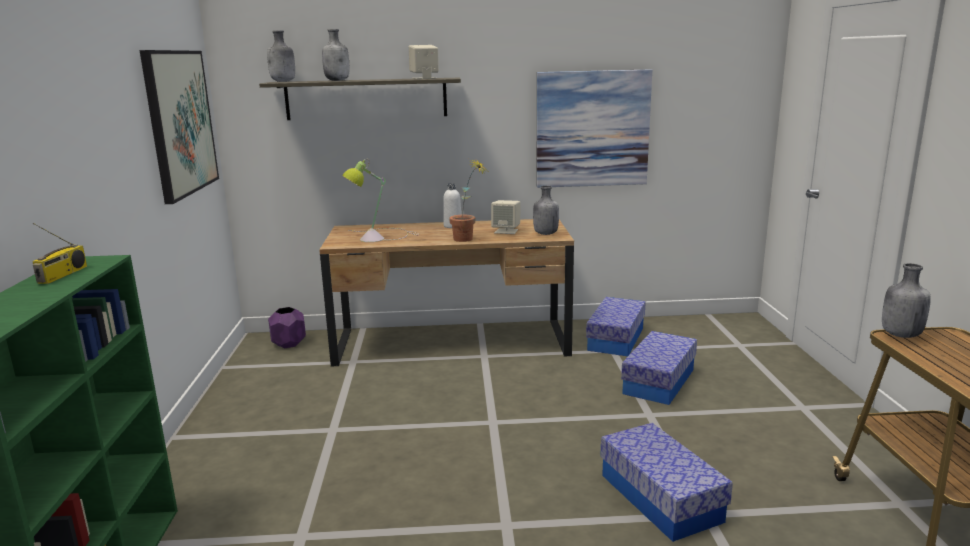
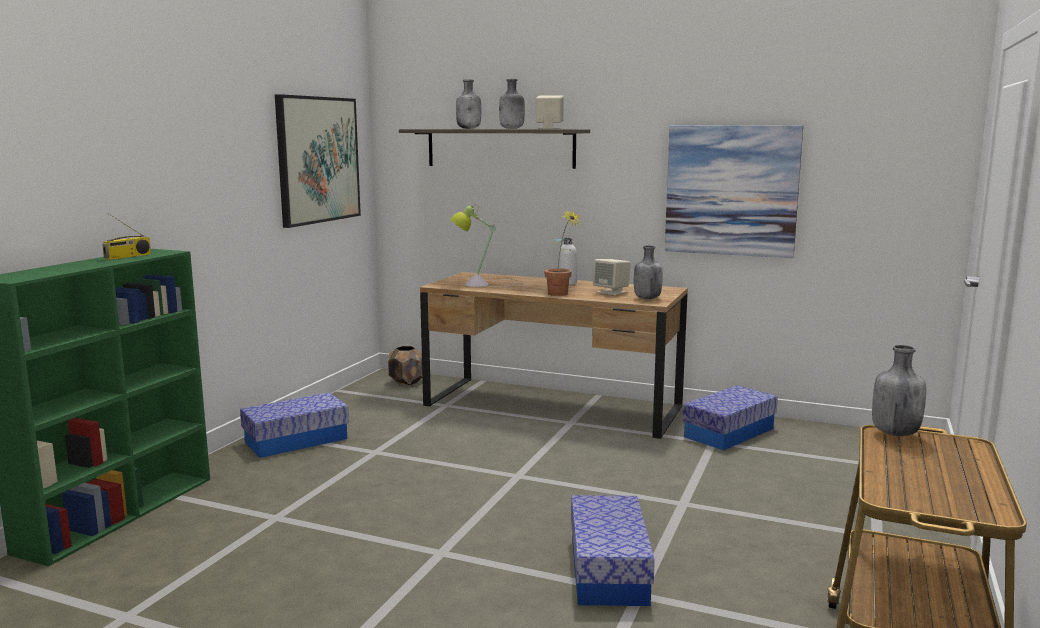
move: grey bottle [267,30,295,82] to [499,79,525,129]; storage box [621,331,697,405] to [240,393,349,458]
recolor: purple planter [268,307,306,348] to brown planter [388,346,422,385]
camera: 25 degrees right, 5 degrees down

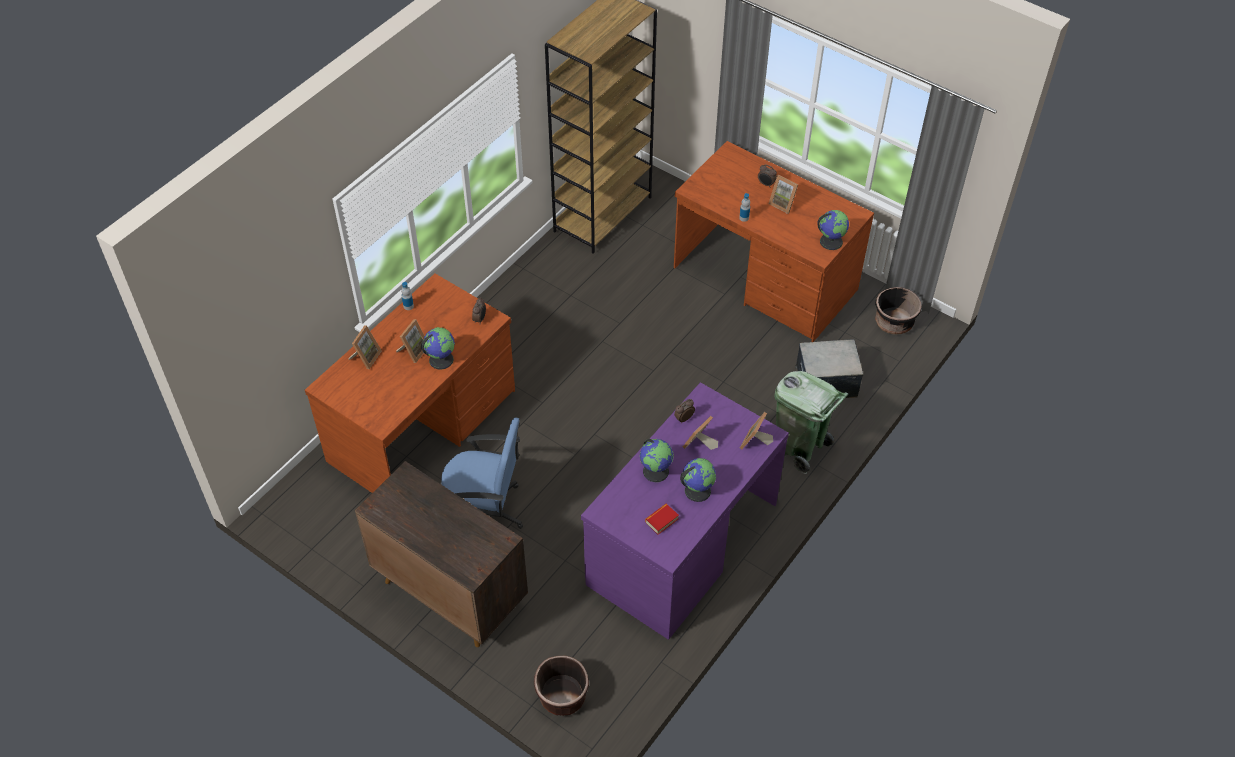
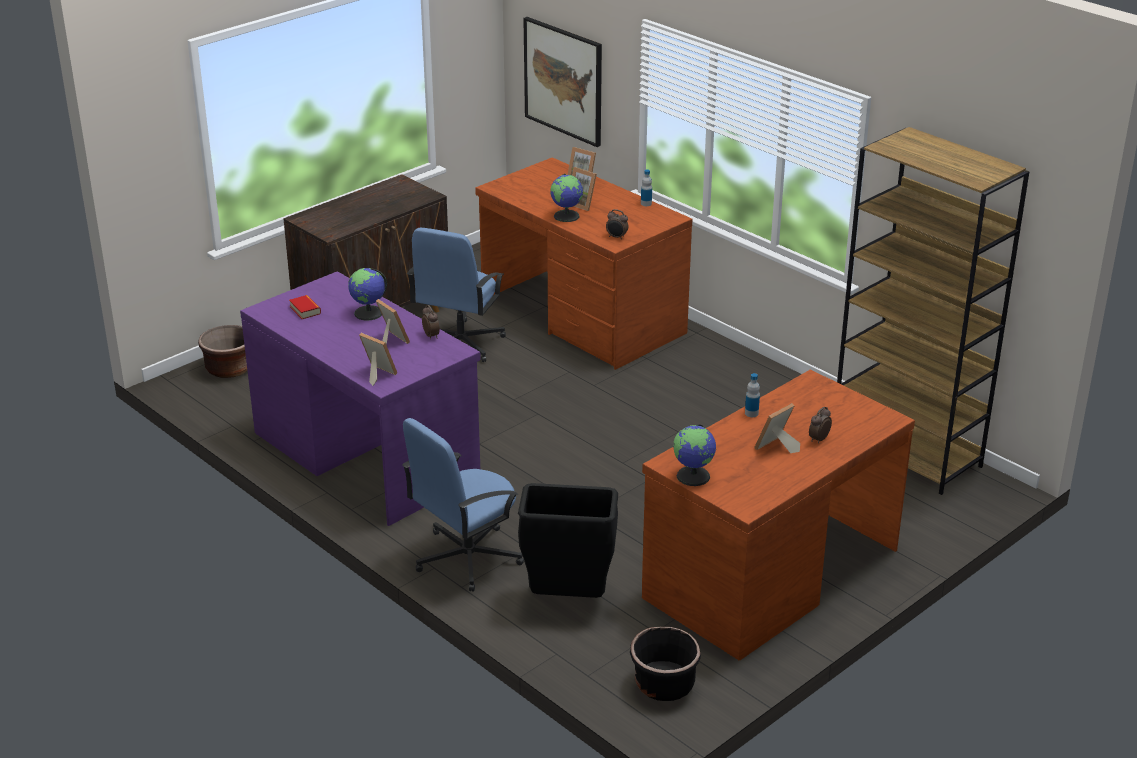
delete: globe [680,458,716,502]
insert: picture [523,17,602,147]
replace: storage box [795,339,863,398] to black trash can [518,483,618,598]; green trash can [774,371,848,474] to blue office chair [402,418,524,592]
camera: 100 degrees right, 20 degrees down

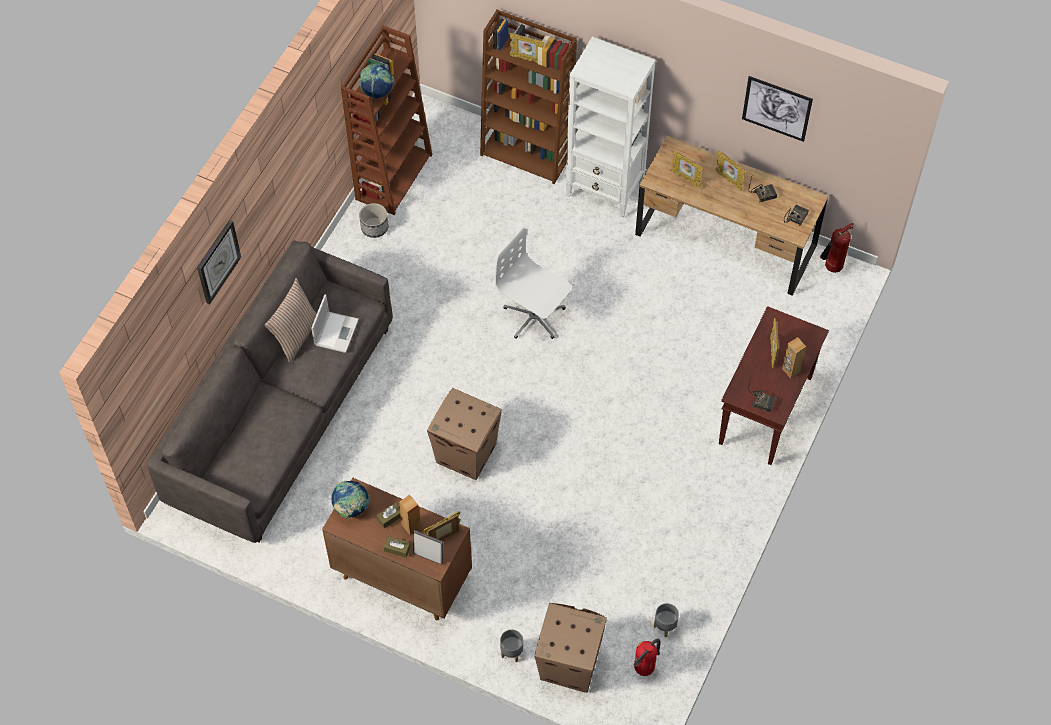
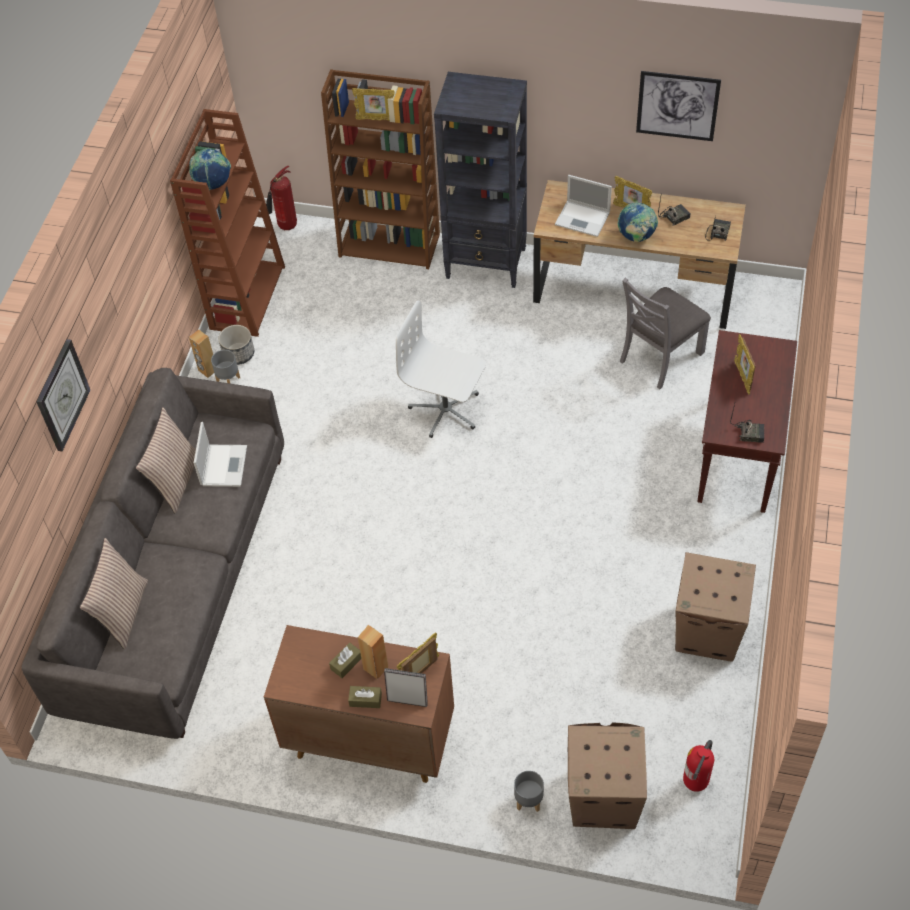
insert: grey chair [620,278,711,389]; pillow [79,538,148,649]
move: fire extinguisher [820,223,854,273] to [266,166,297,230]; brown speaker [782,337,806,378] to [189,330,214,378]; cardboard box [427,388,502,480] to [675,552,756,662]; globe [331,481,370,518] to [618,203,658,242]; grey planter [654,603,679,637] to [211,350,240,384]
replace: picture frame [671,150,703,188] to laptop [555,175,612,237]
recolor: white bookcase [566,37,655,218] to black bookcase [434,72,527,288]
camera: 10 degrees left, 5 degrees down

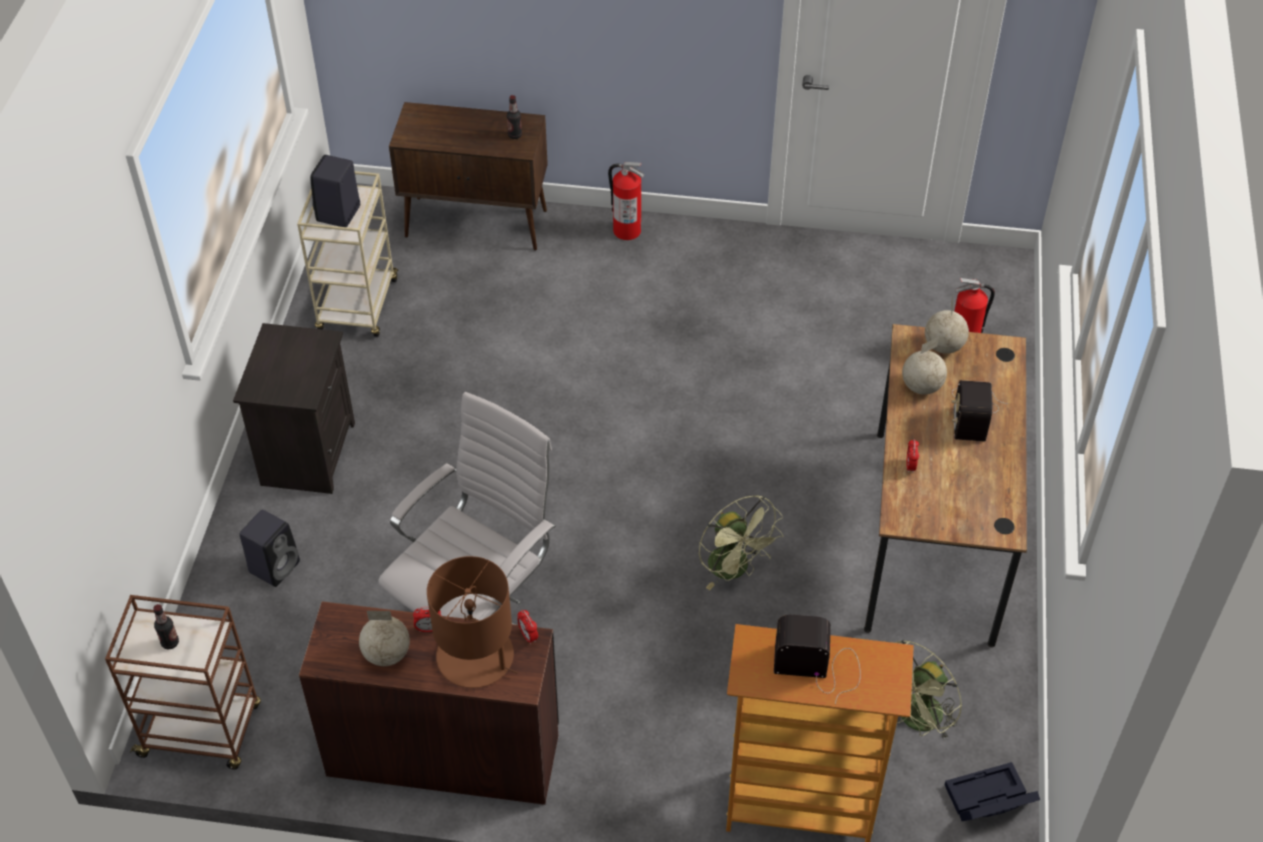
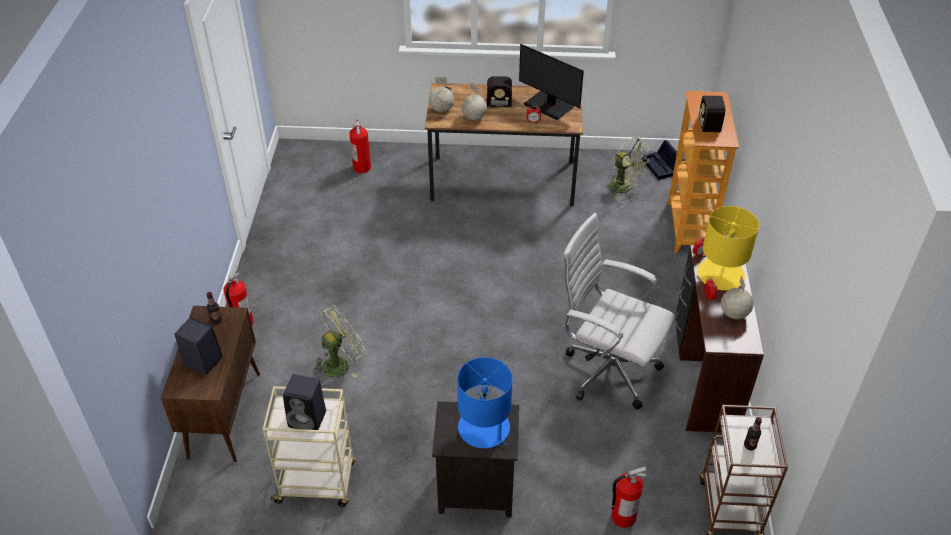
insert: monitor [519,44,584,120]; blue table lamp [457,357,513,448]; fire extinguisher [611,467,647,528]
move: green fan [699,495,783,590] to [313,305,365,378]; black speaker [239,510,300,587] to [174,317,222,375]
recolor: brown table lamp [427,556,518,688] to yellow table lamp [698,206,759,290]
camera: 95 degrees left, 5 degrees down

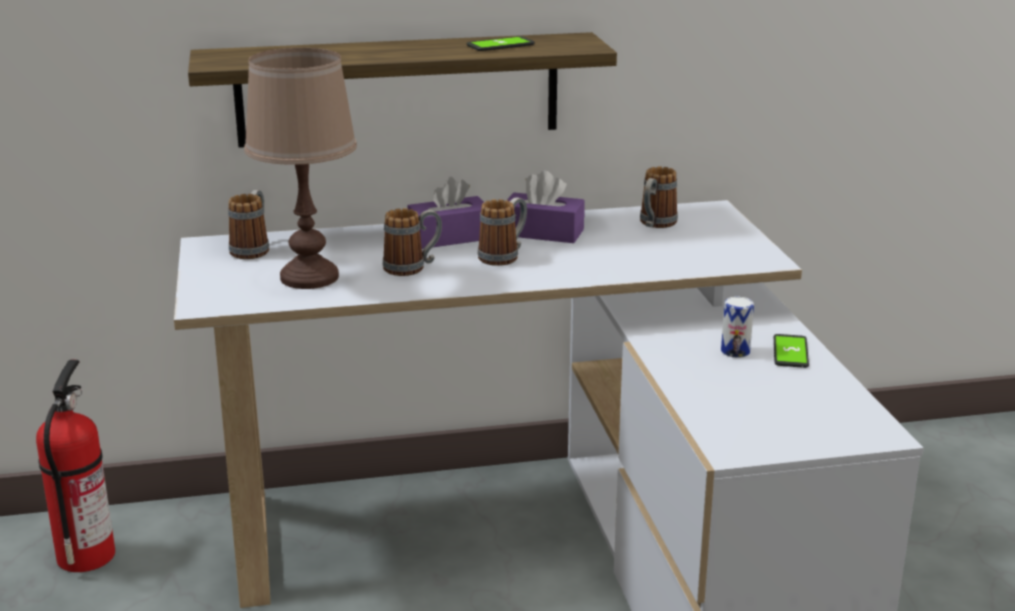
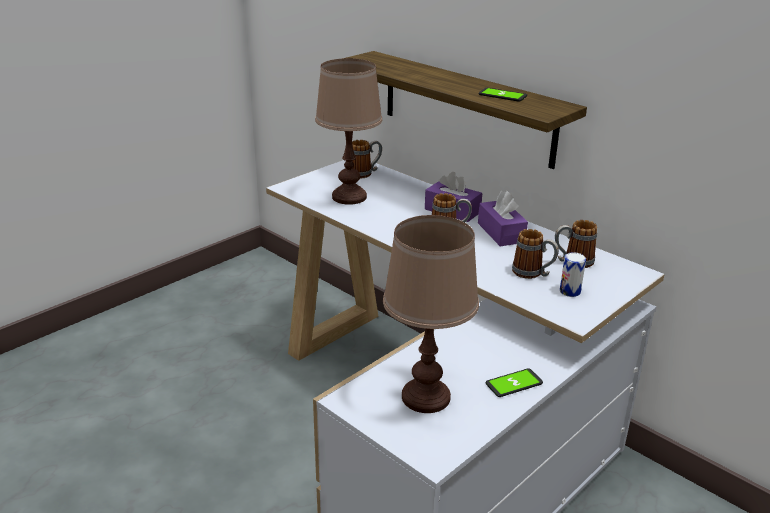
delete: fire extinguisher [36,360,115,572]
insert: brown table lamp [383,215,479,413]
move: mug [383,208,442,276] to [512,229,559,279]; can [721,296,754,358] to [560,252,586,297]
camera: 55 degrees right, 5 degrees up

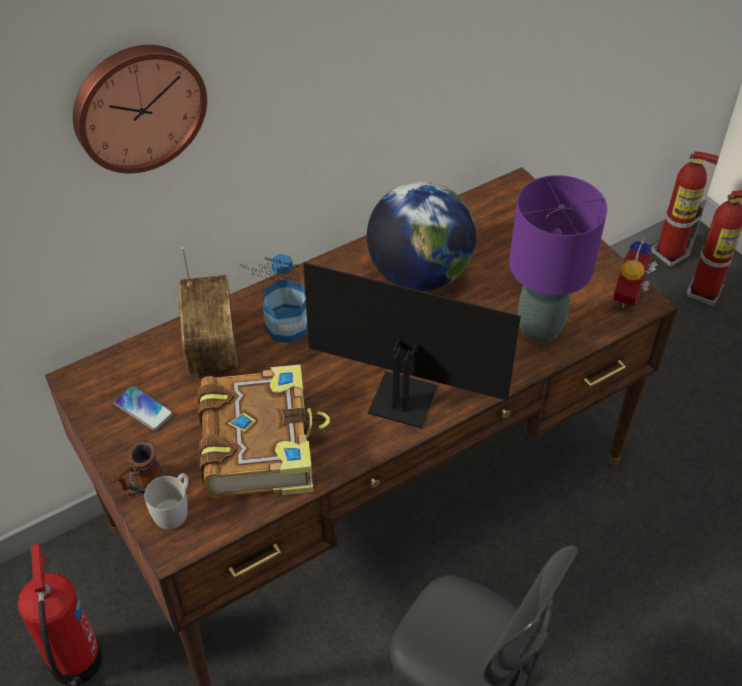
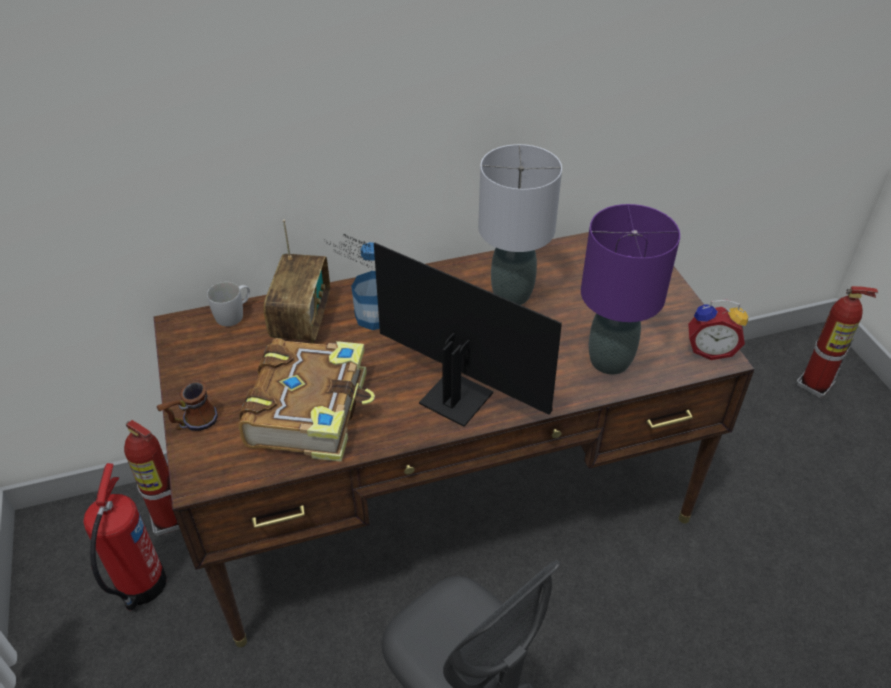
delete: wall clock [73,45,207,174]; phone [114,386,173,431]
move: fire extinguisher [651,151,719,267] to [124,420,180,536]; white mug [144,473,189,529] to [207,282,250,326]
replace: globe [367,181,476,291] to grey table lamp [478,144,562,305]
rotate: alarm clock [613,238,657,308] = [688,299,748,360] 120 degrees counterclockwise
camera: 15 degrees right, 5 degrees down

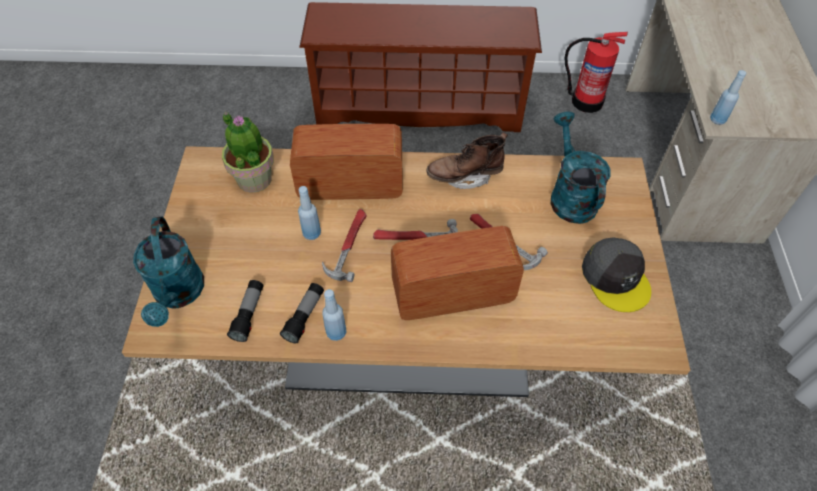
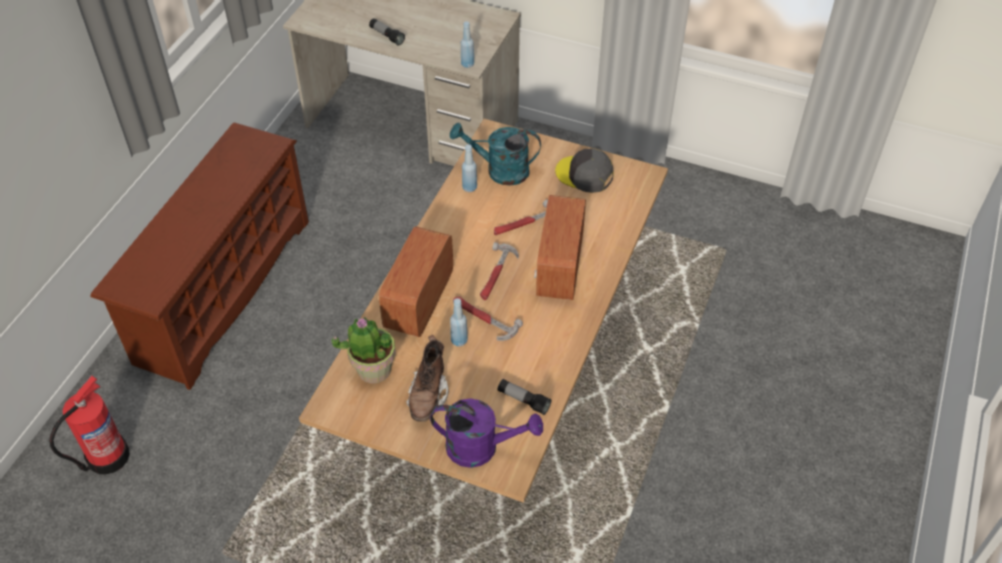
move: fire extinguisher [565,32,628,113] to [49,376,130,475]; brown boot [426,132,508,189] to [406,335,448,422]; flashlight [280,283,324,343] to [369,18,405,45]; blue bottle [322,289,347,341] to [462,144,477,192]
recolor: turquoise watering can [133,217,204,327] to purple watering can [430,399,543,468]
rotate: grey cap [582,237,651,312] = [555,149,614,193] 150 degrees counterclockwise
camera: 70 degrees left, 5 degrees down

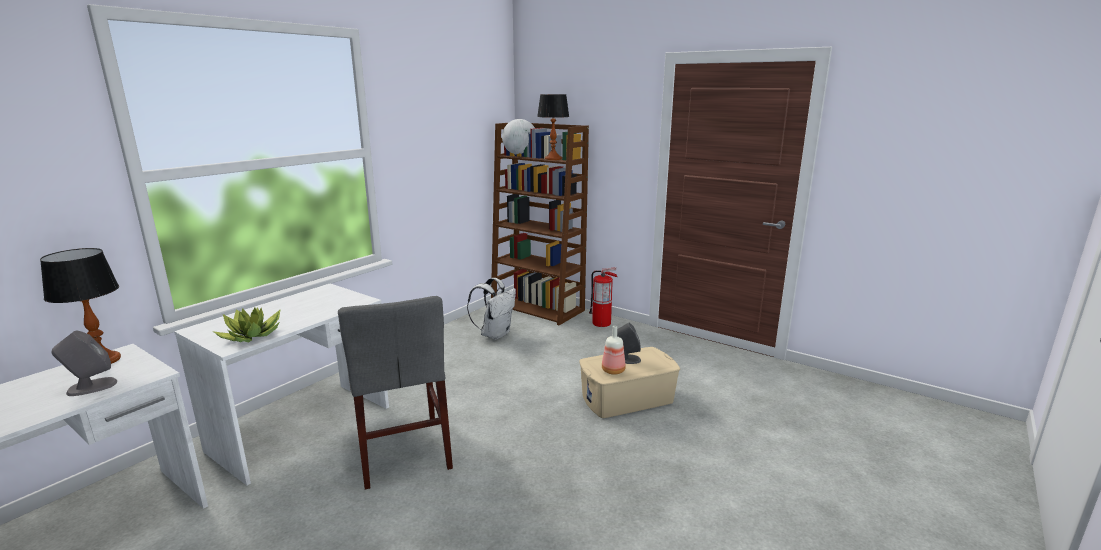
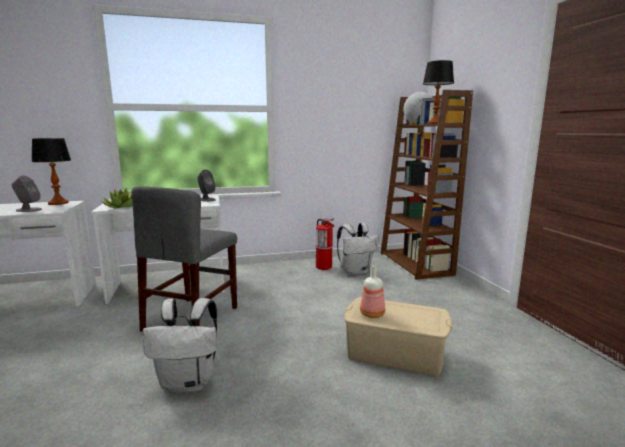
insert: white backpack [143,298,217,393]
move: fire extinguisher [589,267,618,327] to [316,218,334,270]; grey speaker [617,323,641,364] to [197,169,216,202]
camera: 40 degrees right, 5 degrees down

